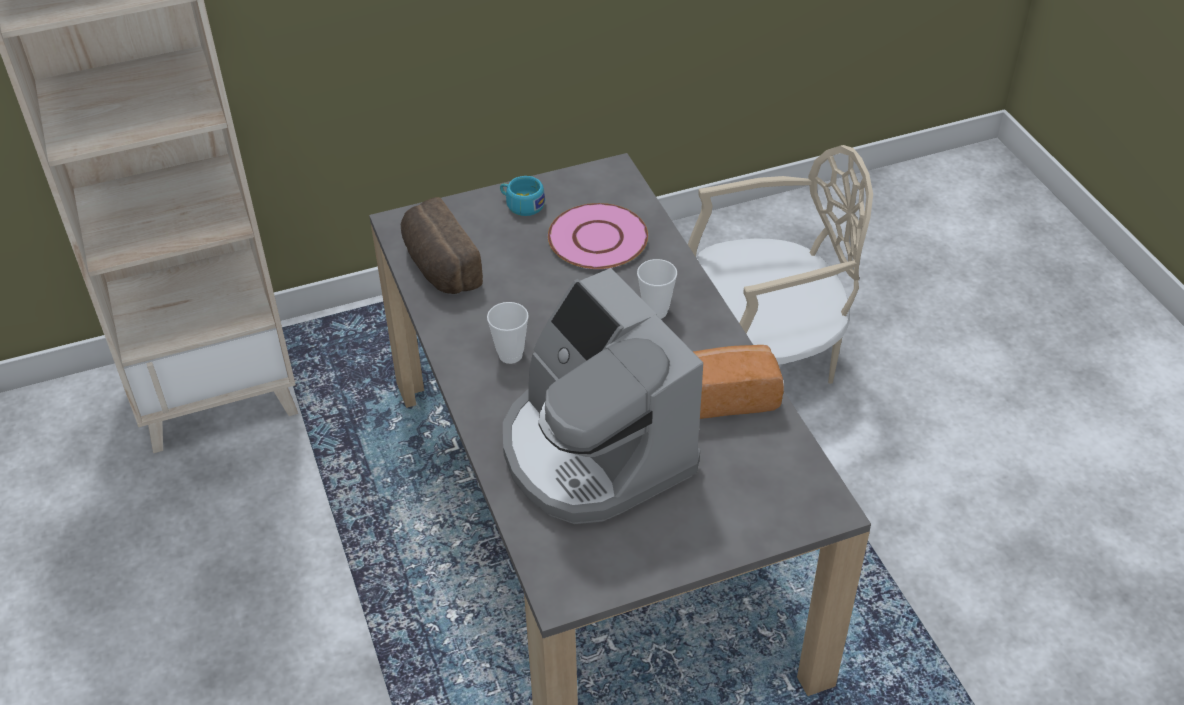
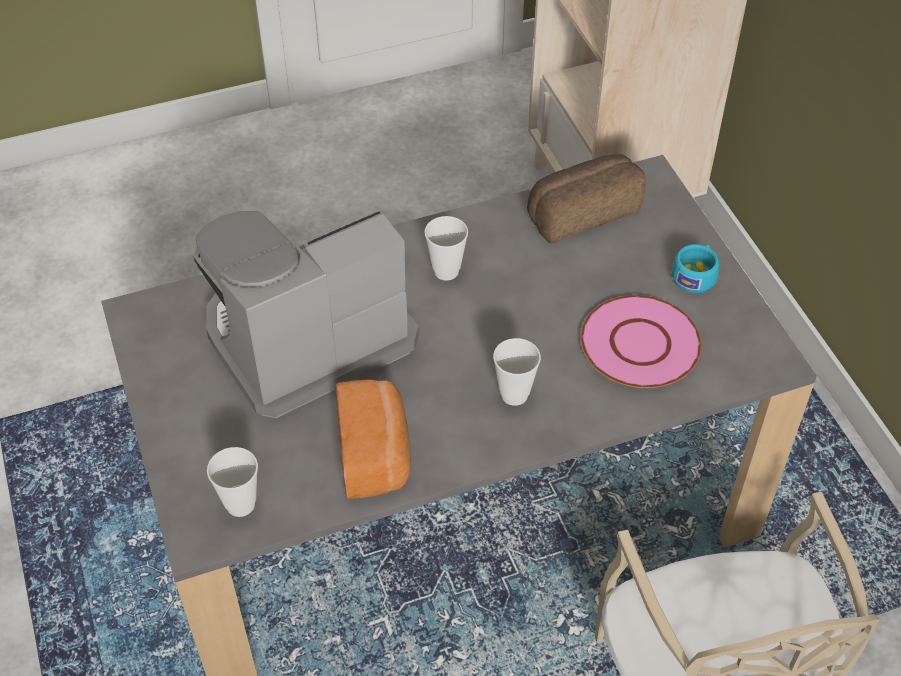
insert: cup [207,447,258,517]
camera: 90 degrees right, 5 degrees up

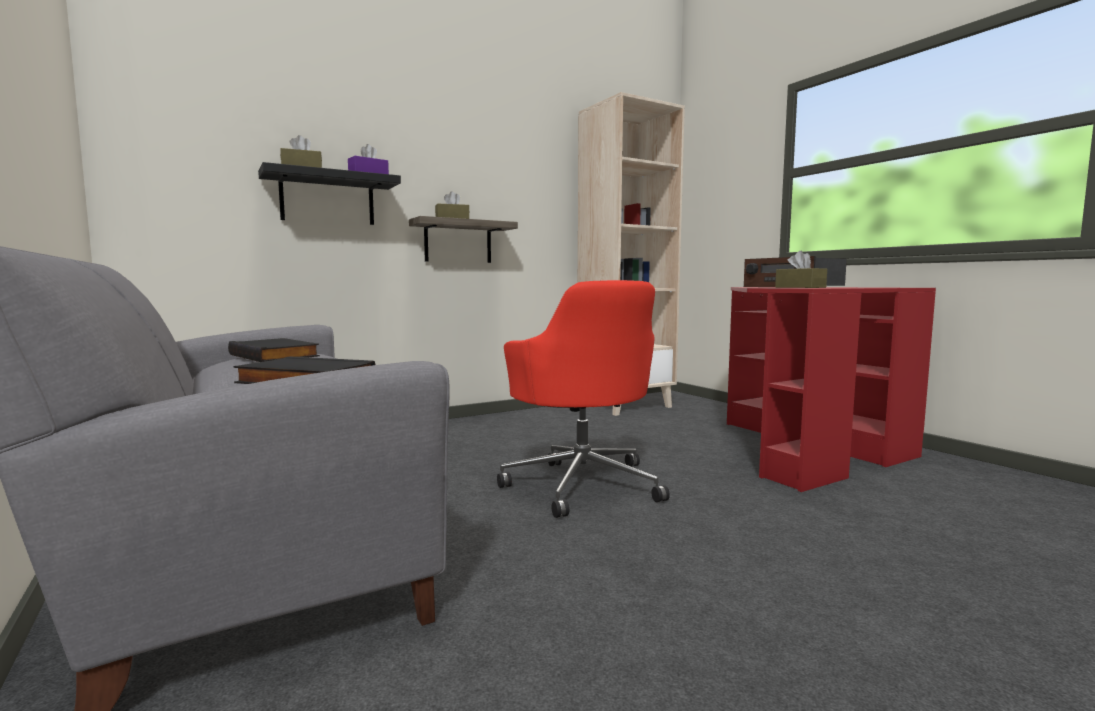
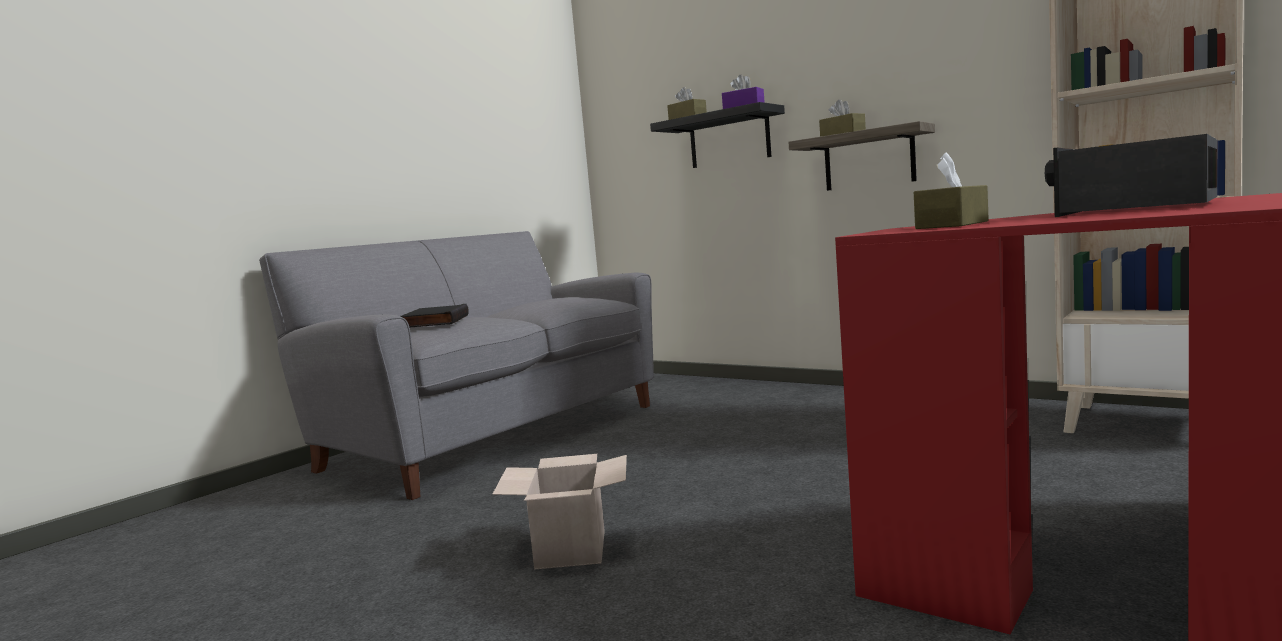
delete: red office chair [497,280,670,518]; black book [228,338,320,362]
insert: cardboard box [492,454,627,570]
camera: 70 degrees right, 0 degrees up

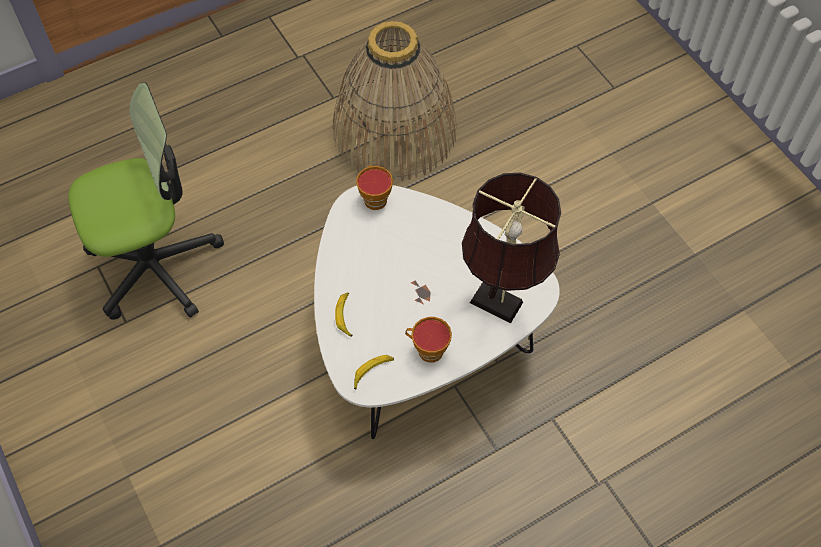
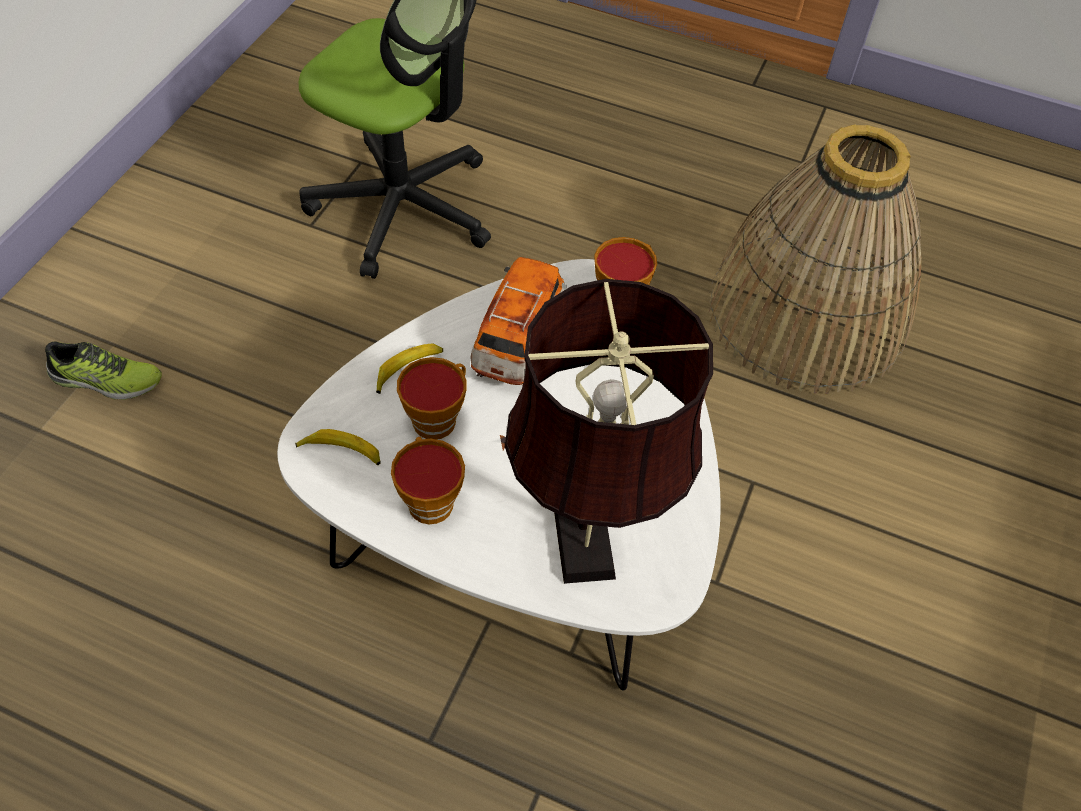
insert: toy car [470,257,567,385]; shoe [45,341,162,400]; cup [397,357,467,440]
camera: 50 degrees right, 5 degrees down

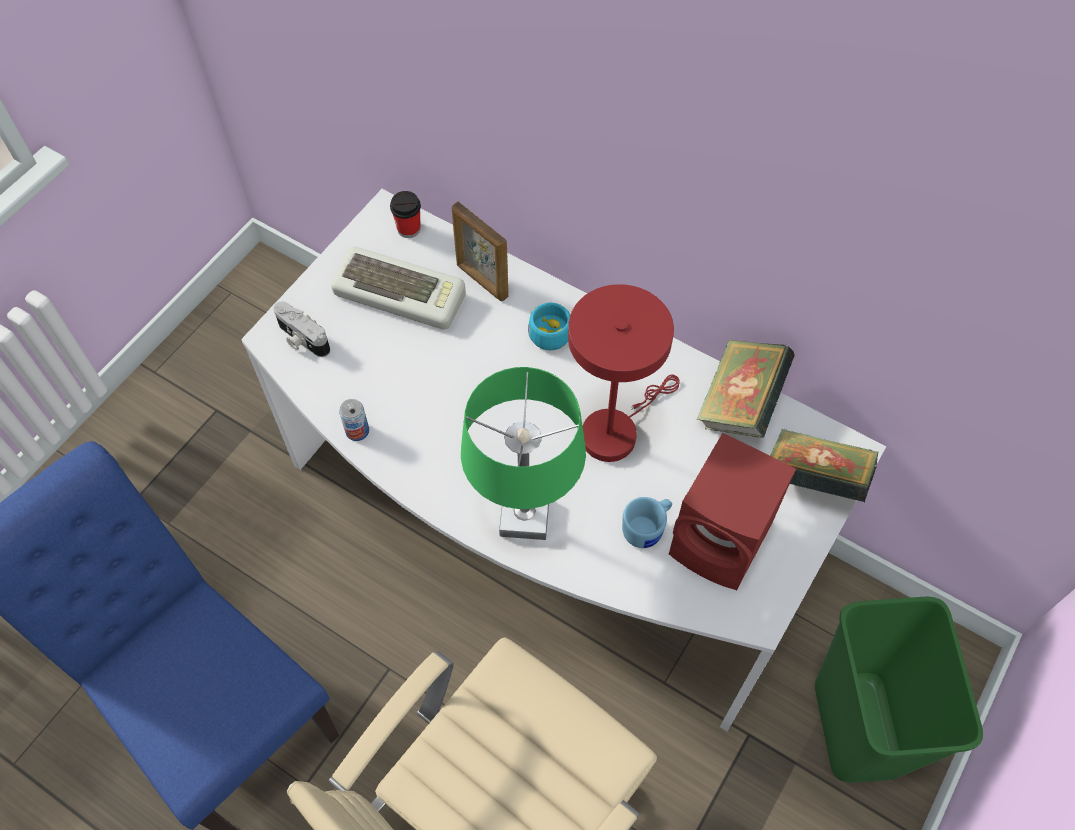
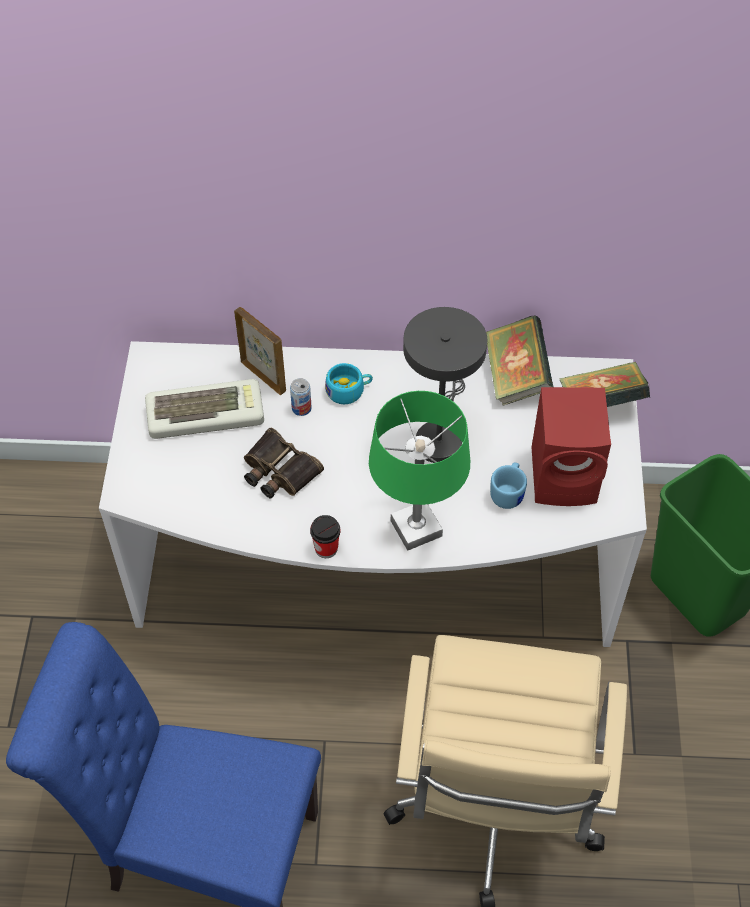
delete: photo camera [273,301,330,357]
insert: binoculars [244,428,324,498]
move: cup [390,191,421,238] to [310,515,341,558]; can [339,399,369,441] to [290,378,312,416]
recolor: red table lamp [568,284,680,462] to grey table lamp [403,307,487,463]
rotate: picture frame [452,202,509,302] = [234,307,286,395] 150 degrees counterclockwise
camera: 30 degrees left, 5 degrees down

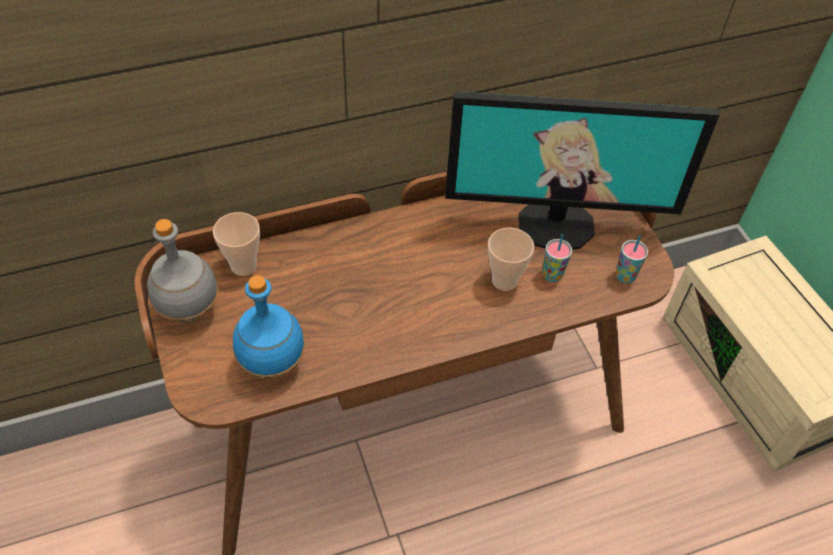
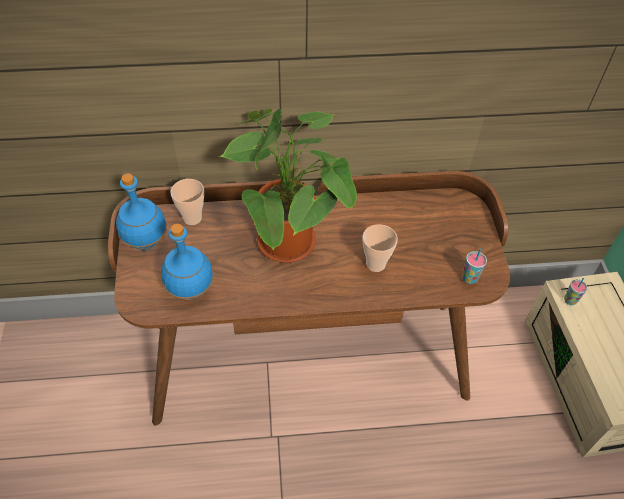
delete: monitor [445,92,719,250]
insert: potted plant [218,109,357,263]
move: cup [542,234,572,282] to [564,278,587,305]
recolor: grey bottle [147,219,219,323] to blue bottle [116,173,167,251]
camera: 15 degrees right, 0 degrees up

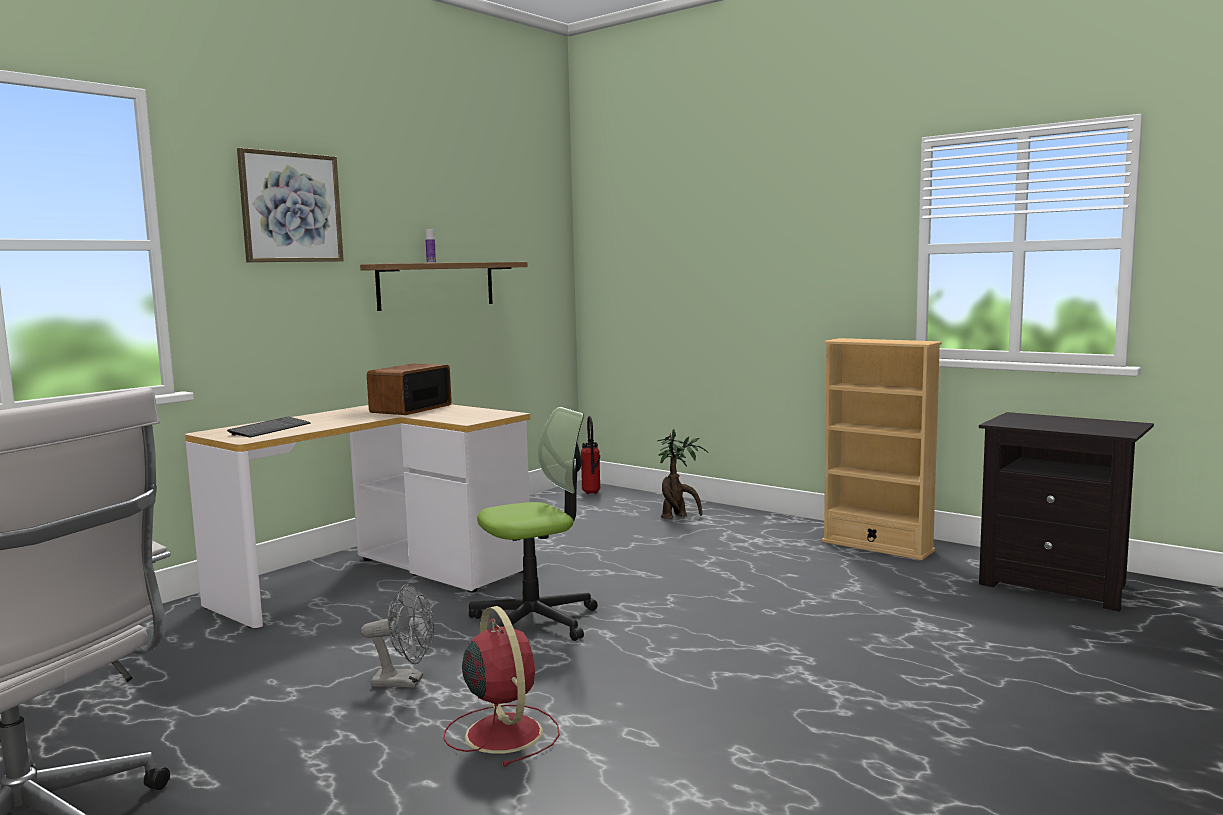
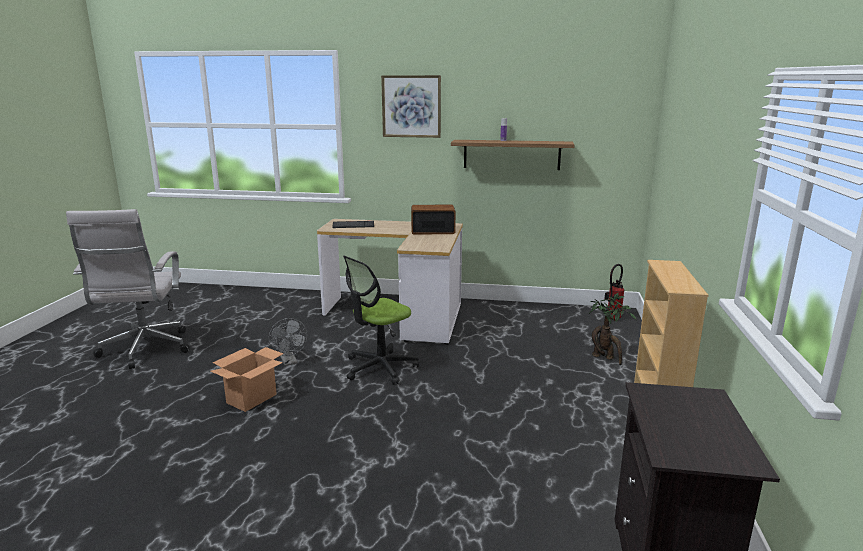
replace: red fan [443,606,560,767] to cardboard box [210,347,284,412]
rotate: office chair [469,407,598,641] = [343,256,419,385] 105 degrees clockwise
camera: 60 degrees right, 10 degrees up

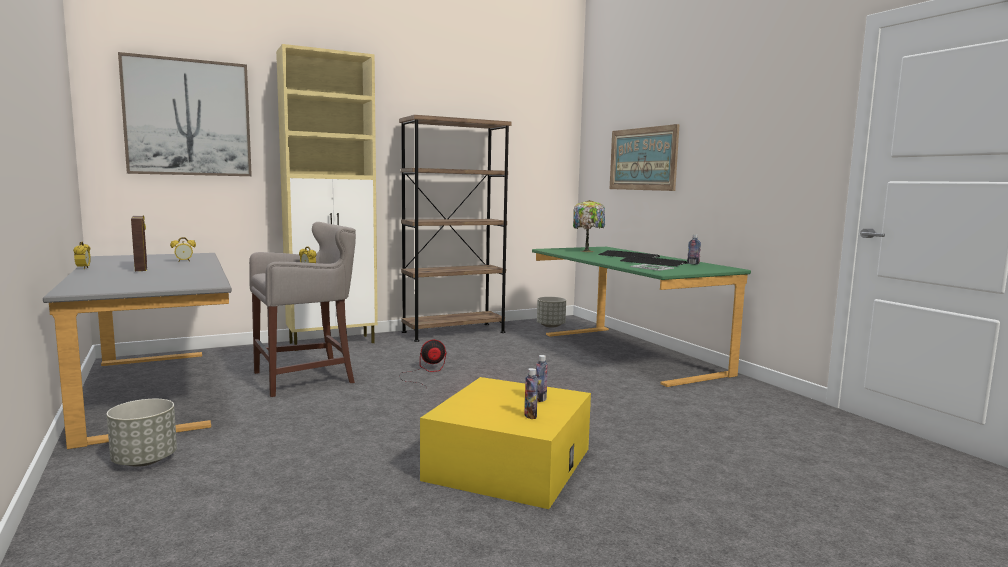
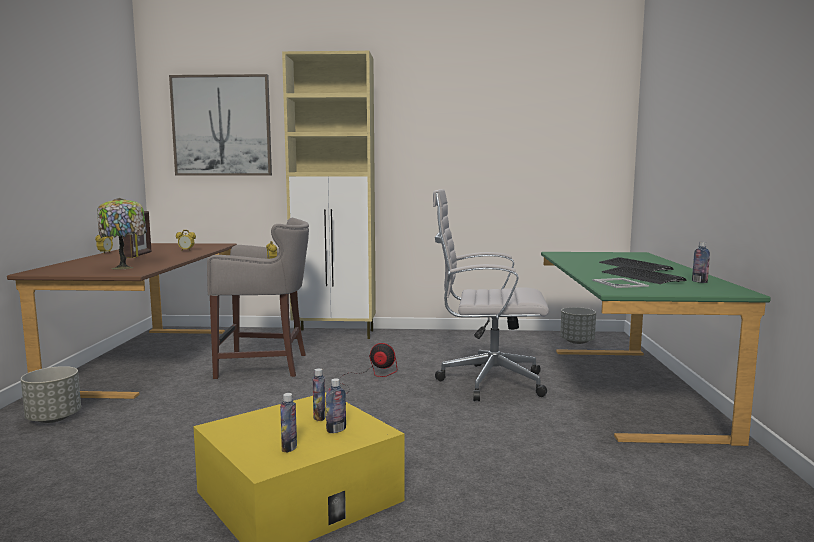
delete: brown bookcase [399,115,512,342]; picture [610,124,680,191]
insert: white office chair [433,189,549,401]; bottle [313,368,326,421]
move: table lamp [573,200,605,252] to [97,198,147,270]
recolor: grey desk [43,253,232,449] to brown desk [7,243,237,399]
camera: 30 degrees right, 0 degrees up

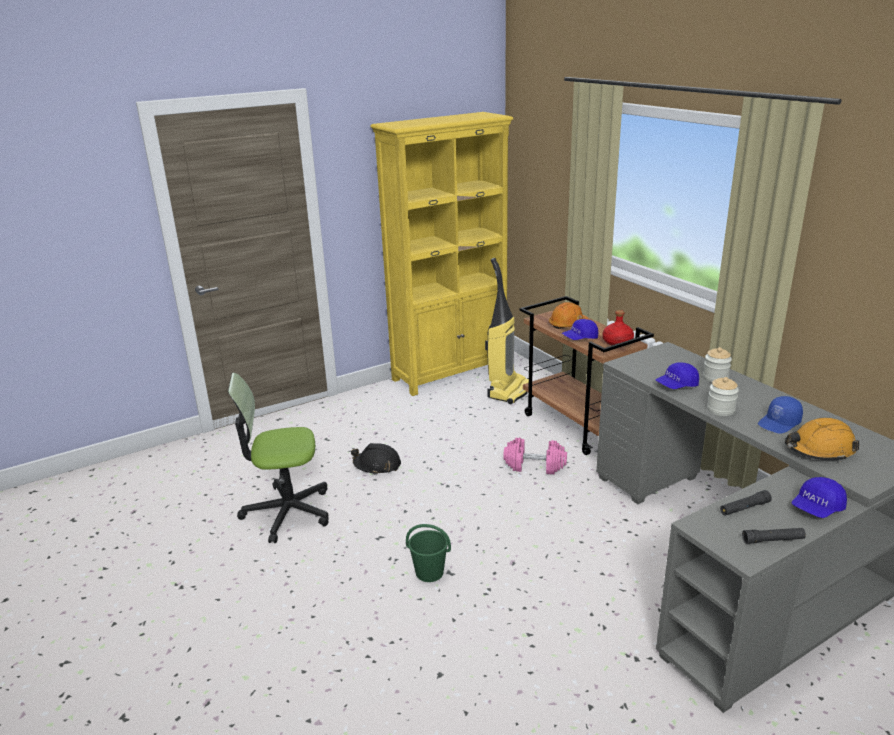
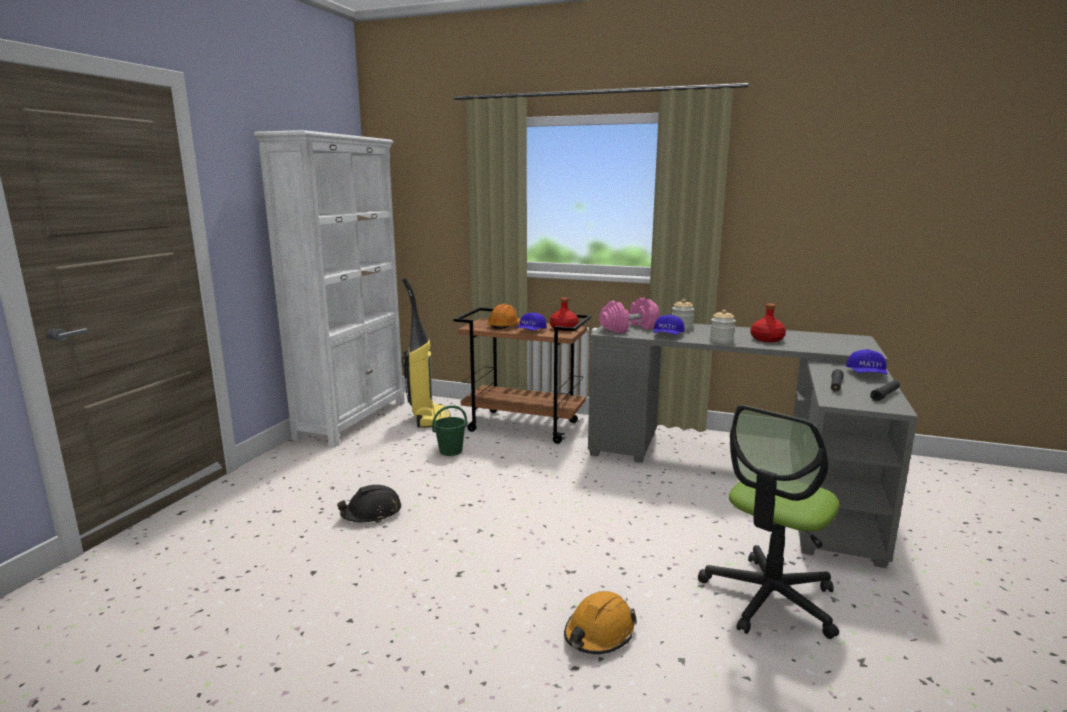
move: office chair [228,373,329,543] to [698,405,840,639]; orange hard hat [785,418,859,462] to [564,591,637,654]; pink dumbbell [503,438,567,474] to [599,297,659,333]; green bucket [406,524,451,582] to [432,405,467,456]
replace: blue cap [758,396,803,434] to red bottle [750,304,786,342]
recolor: yellow bookcase [370,112,513,396] to white bookcase [254,130,405,447]
camera: 40 degrees left, 10 degrees down

